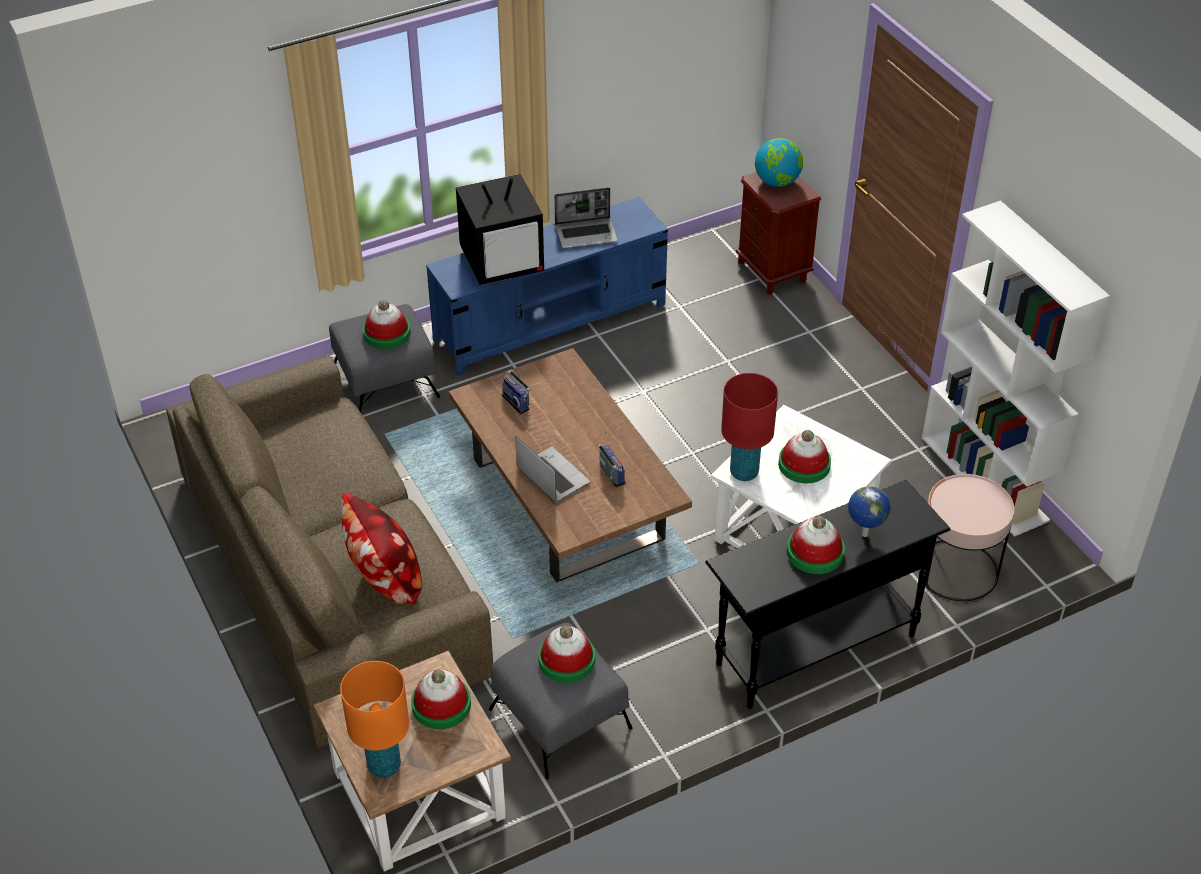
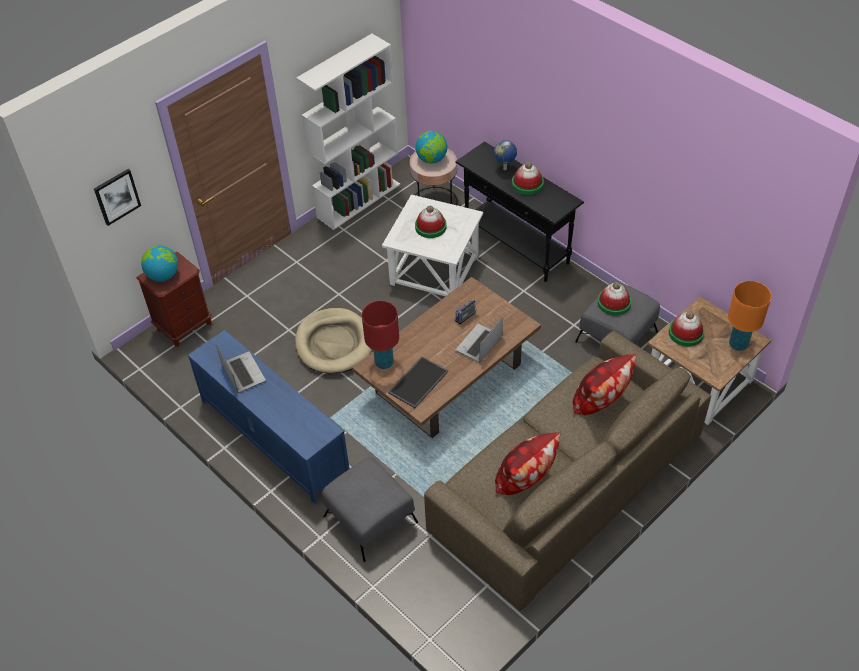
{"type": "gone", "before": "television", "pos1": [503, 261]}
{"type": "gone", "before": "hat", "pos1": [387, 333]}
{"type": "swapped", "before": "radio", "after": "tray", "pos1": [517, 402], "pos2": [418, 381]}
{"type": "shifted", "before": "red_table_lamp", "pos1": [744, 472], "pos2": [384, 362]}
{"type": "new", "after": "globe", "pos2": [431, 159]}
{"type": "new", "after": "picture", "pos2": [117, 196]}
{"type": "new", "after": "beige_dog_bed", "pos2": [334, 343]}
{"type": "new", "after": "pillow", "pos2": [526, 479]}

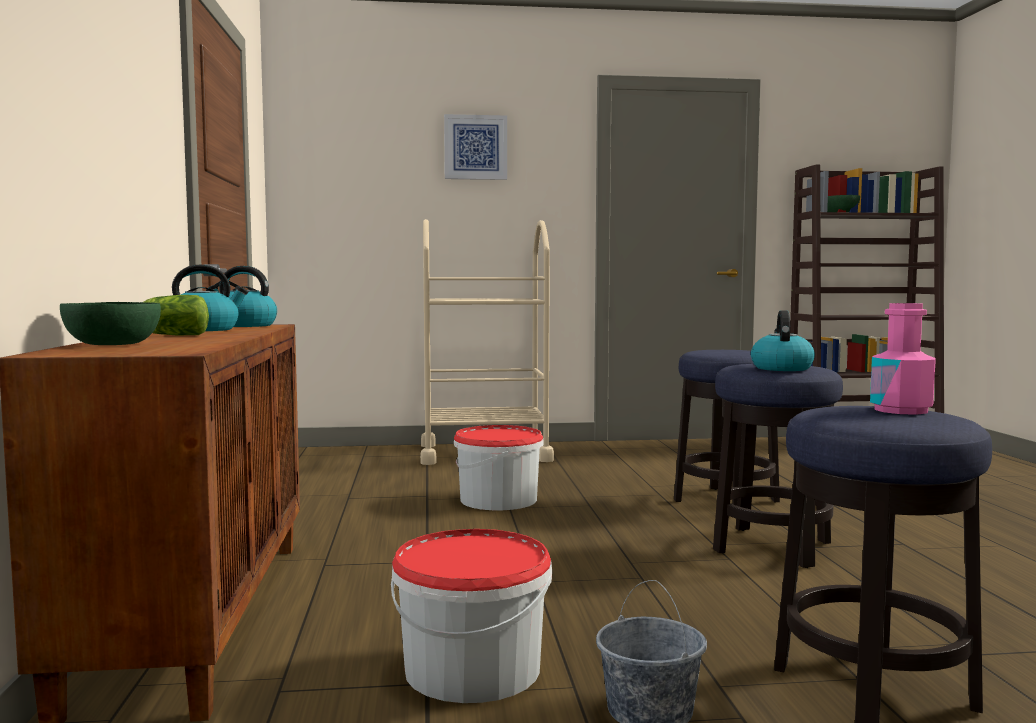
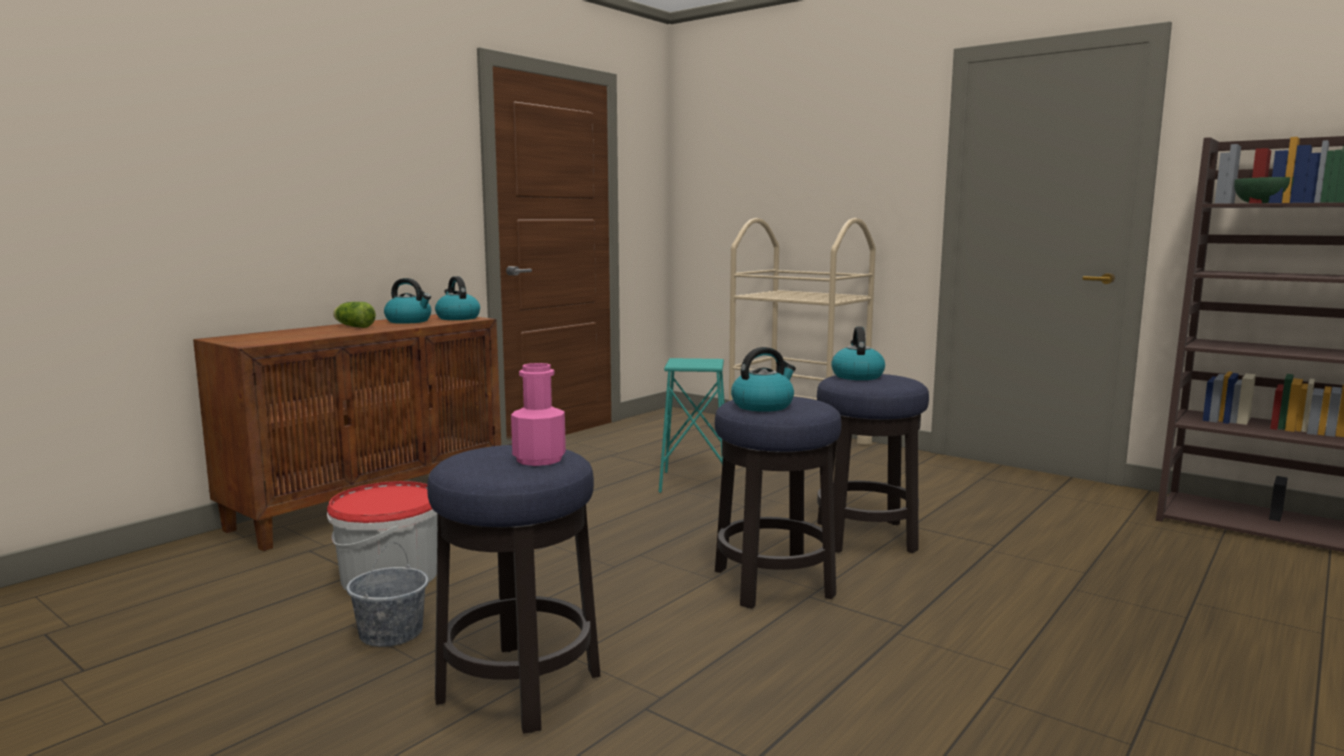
{"type": "gone", "before": "picture", "pos1": [475, 147]}
{"type": "gone", "before": "green_bowl", "pos1": [112, 344]}
{"type": "swapped", "before": "bucket", "after": "turquoise_stool", "pos1": [498, 499], "pos2": [695, 482]}
{"type": "new", "after": "kettle", "pos2": [857, 376]}

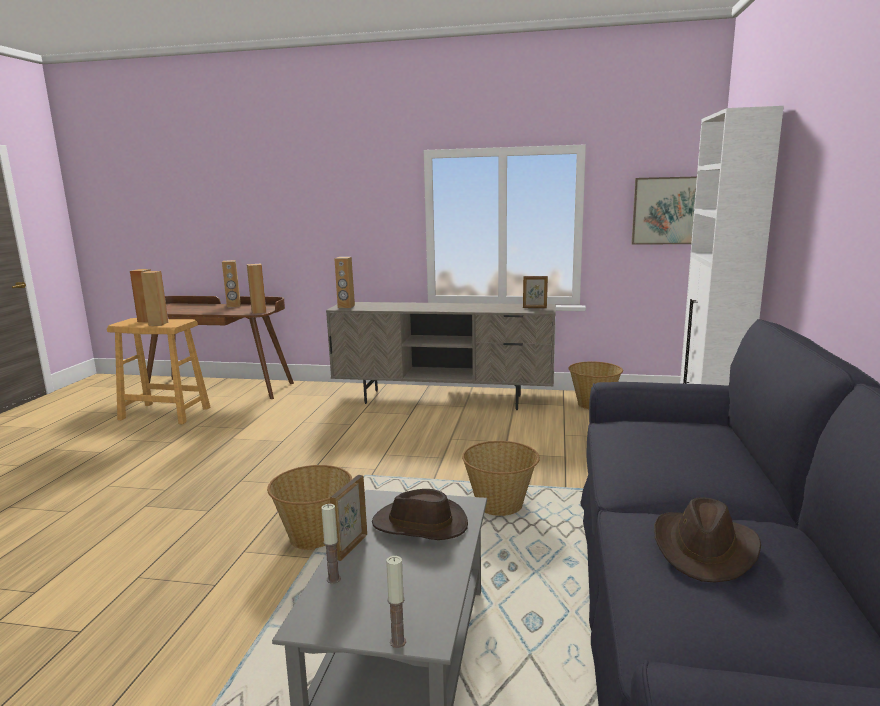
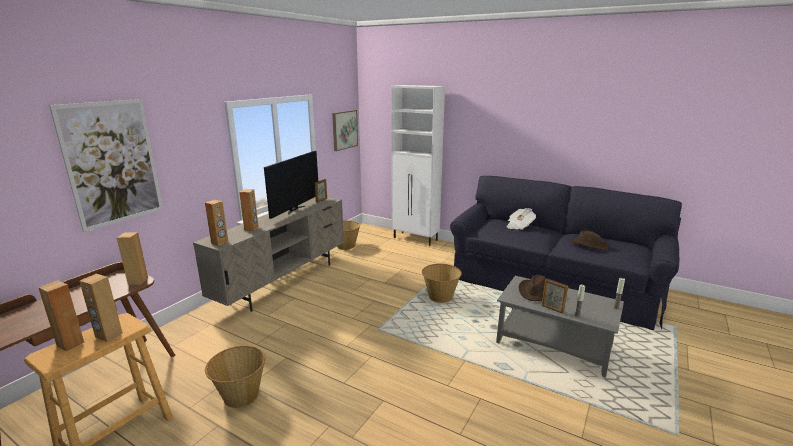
{"type": "shifted", "before": "brown_speaker", "pos1": [234, 306], "pos2": [251, 228]}
{"type": "shifted", "before": "basket", "pos1": [314, 535], "pos2": [240, 395]}
{"type": "new", "after": "picture", "pos2": [112, 163]}
{"type": "new", "after": "television", "pos2": [295, 209]}
{"type": "new", "after": "newspaper", "pos2": [519, 226]}

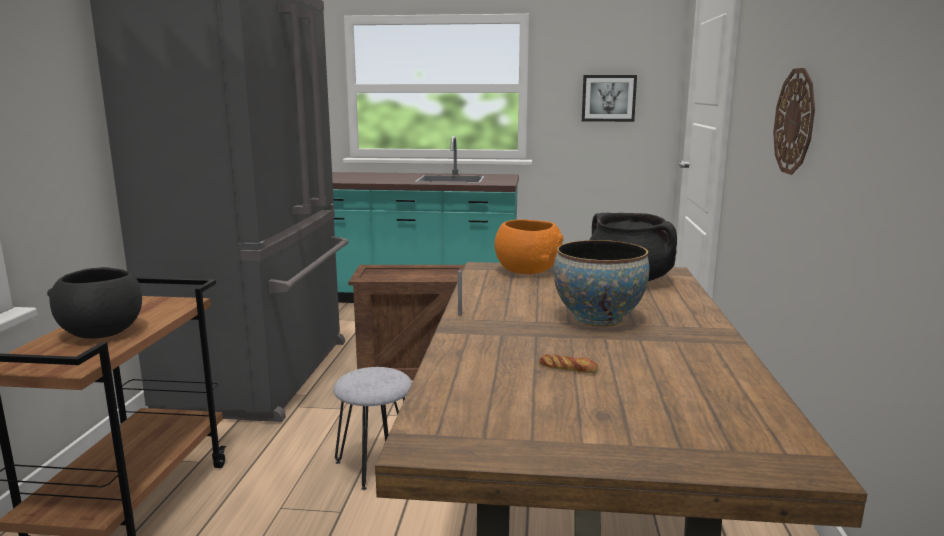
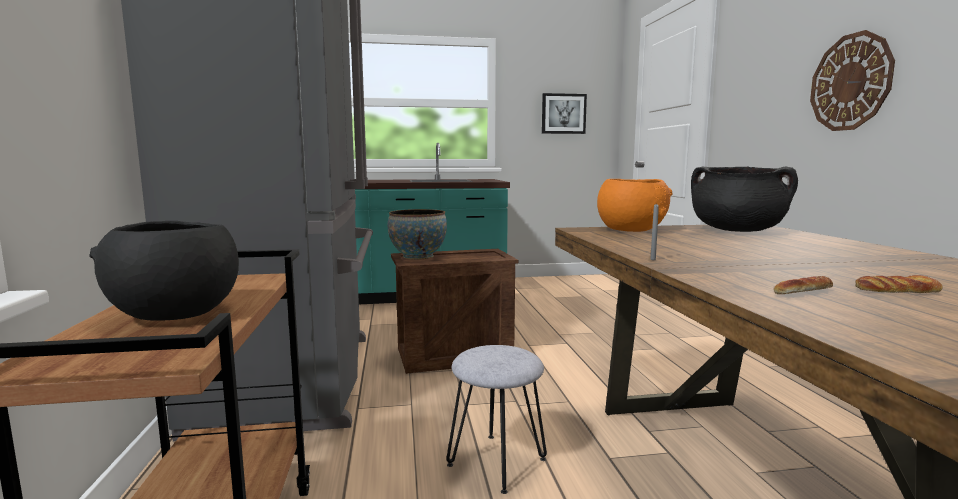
{"type": "shifted", "before": "bowl", "pos1": [598, 318], "pos2": [418, 256]}
{"type": "new", "after": "bread", "pos2": [803, 292]}

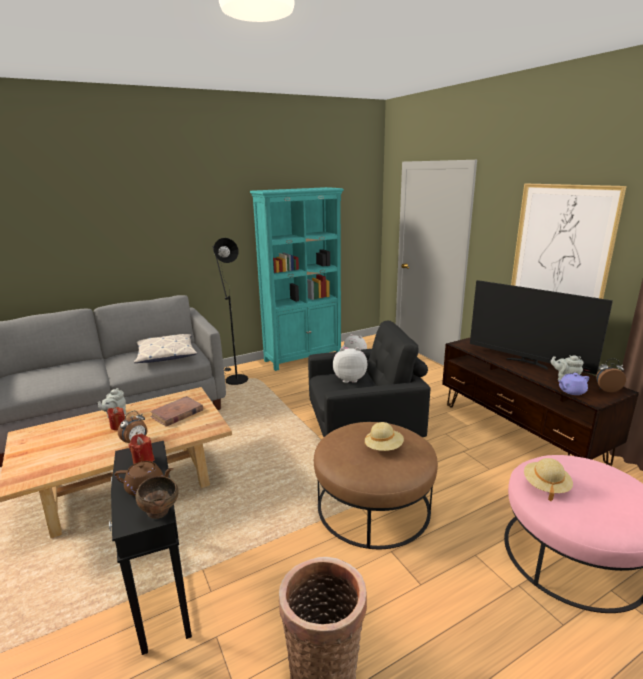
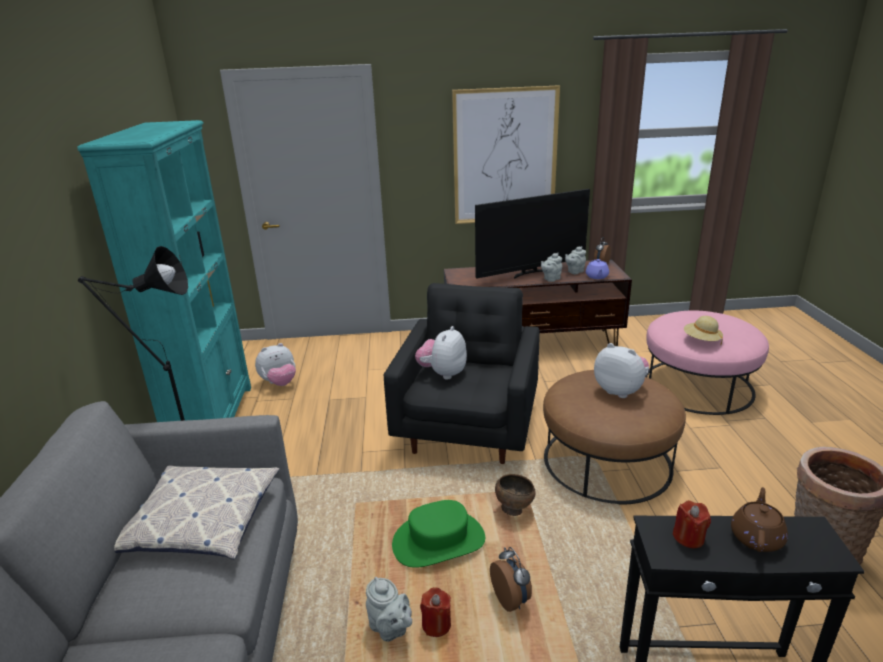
{"type": "swapped", "before": "brown_book", "after": "green_hat", "pos1": [177, 414], "pos2": [439, 541]}
{"type": "swapped", "before": "beige_hat", "after": "plush_toy", "pos1": [383, 448], "pos2": [620, 391]}
{"type": "shifted", "before": "brown_bowl", "pos1": [161, 513], "pos2": [513, 509]}
{"type": "new", "after": "grey_teapot", "pos2": [551, 279]}

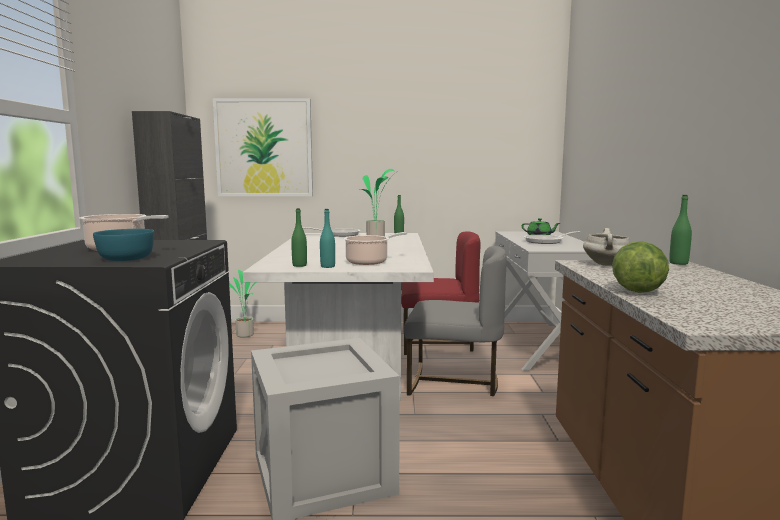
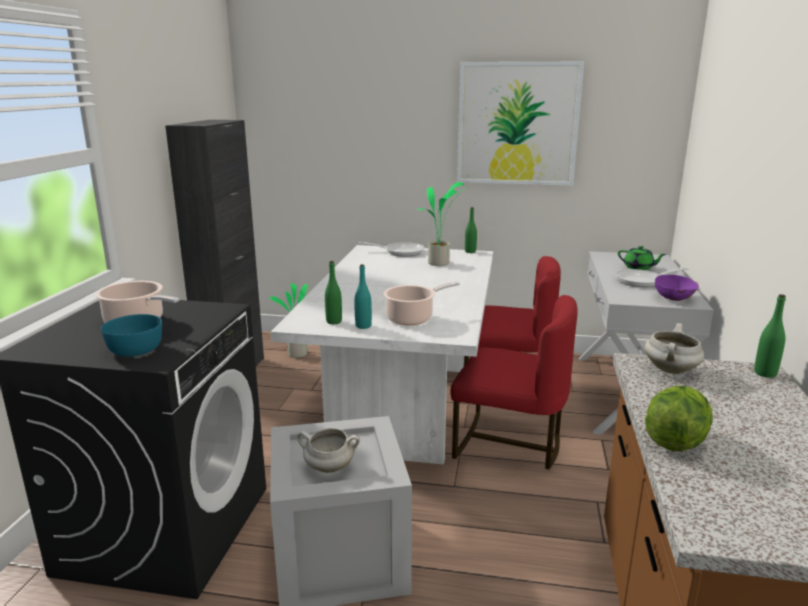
{"type": "shifted", "before": "picture", "pos1": [264, 148], "pos2": [517, 124]}
{"type": "repainted", "before": "grey_chair", "after": "red_chair", "pos1": [453, 382], "pos2": [509, 443]}
{"type": "new", "after": "purple_bowl", "pos2": [674, 299]}
{"type": "new", "after": "white_cooking_pot", "pos2": [328, 468]}

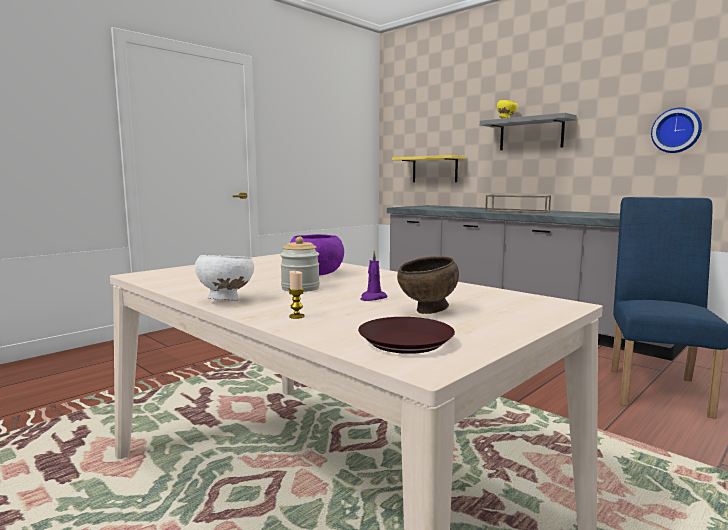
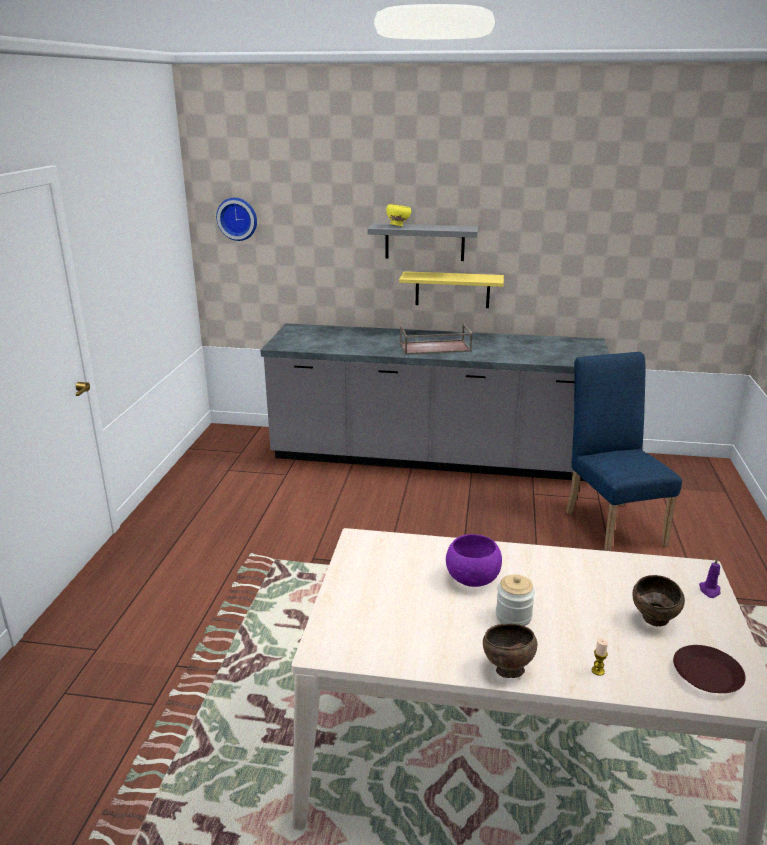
{"type": "shifted", "before": "wall_clock", "pos1": [676, 130], "pos2": [238, 218]}
{"type": "shifted", "before": "yellow_shelf", "pos1": [434, 169], "pos2": [452, 289]}
{"type": "shifted", "before": "purple_candle", "pos1": [372, 298], "pos2": [709, 591]}
{"type": "repainted", "before": "white_bowl", "after": "brown_bowl", "pos1": [225, 301], "pos2": [507, 670]}

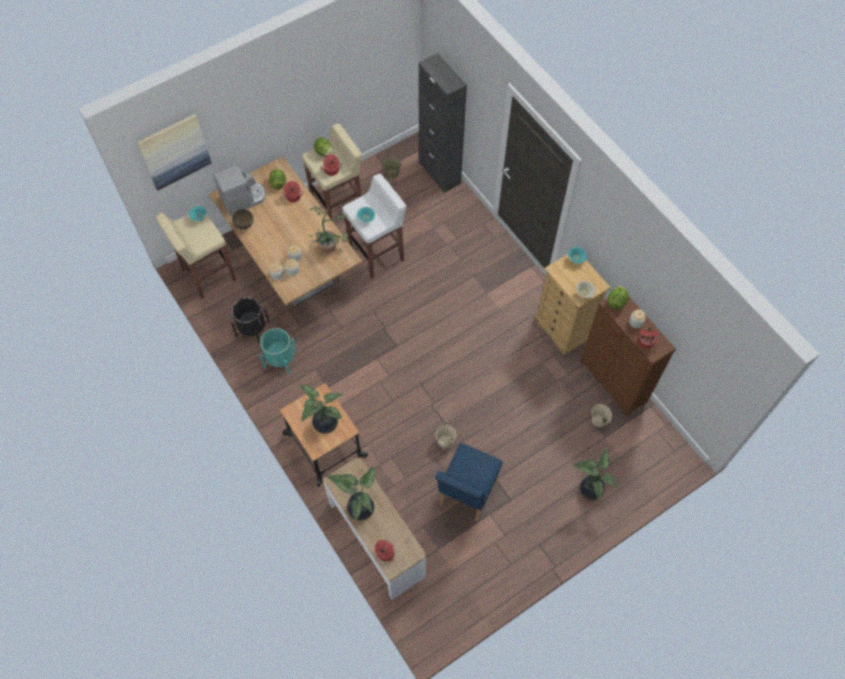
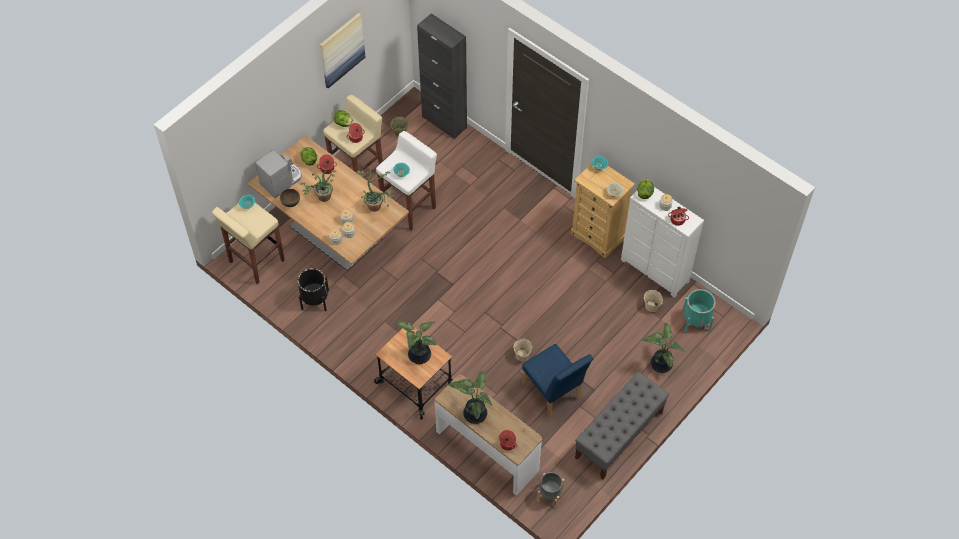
{"type": "shifted", "before": "picture", "pos1": [174, 151], "pos2": [341, 50]}
{"type": "repainted", "before": "brown_dresser", "after": "white_dresser", "pos1": [612, 382], "pos2": [654, 271]}
{"type": "shifted", "before": "turquoise_planter", "pos1": [280, 359], "pos2": [696, 320]}
{"type": "rotated", "before": "blue_chair", "pos1": [465, 494], "pos2": [554, 395], "turn": -45}
{"type": "new", "after": "potted_plant", "pos2": [322, 199]}
{"type": "new", "after": "grey_bench", "pos2": [619, 435]}
{"type": "new", "after": "grey_planter", "pos2": [550, 495]}

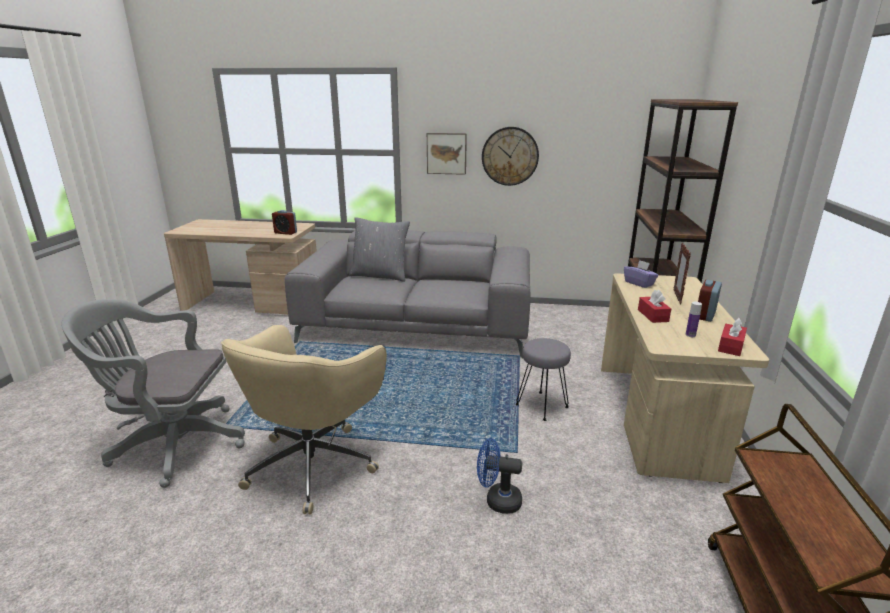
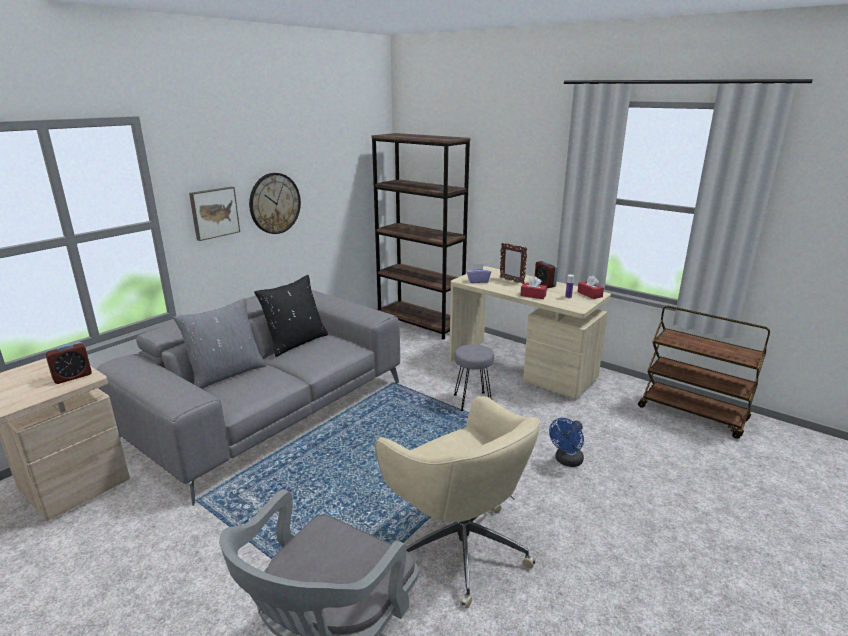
{"type": "new", "after": "black_pillow", "pos2": [295, 342]}

